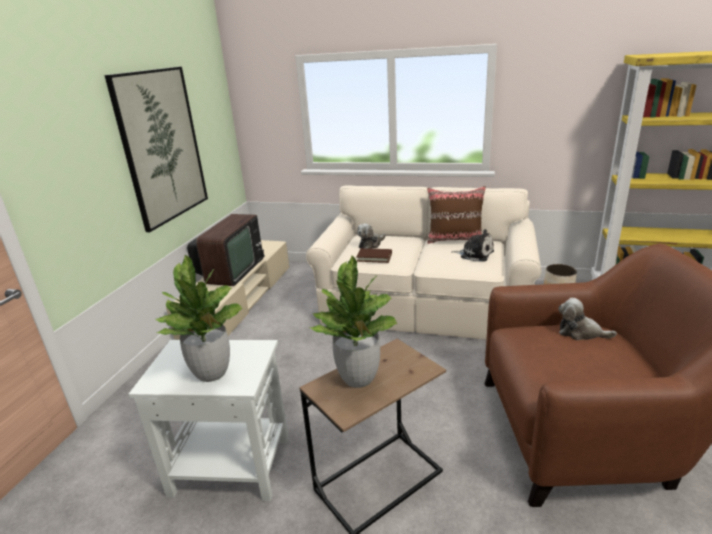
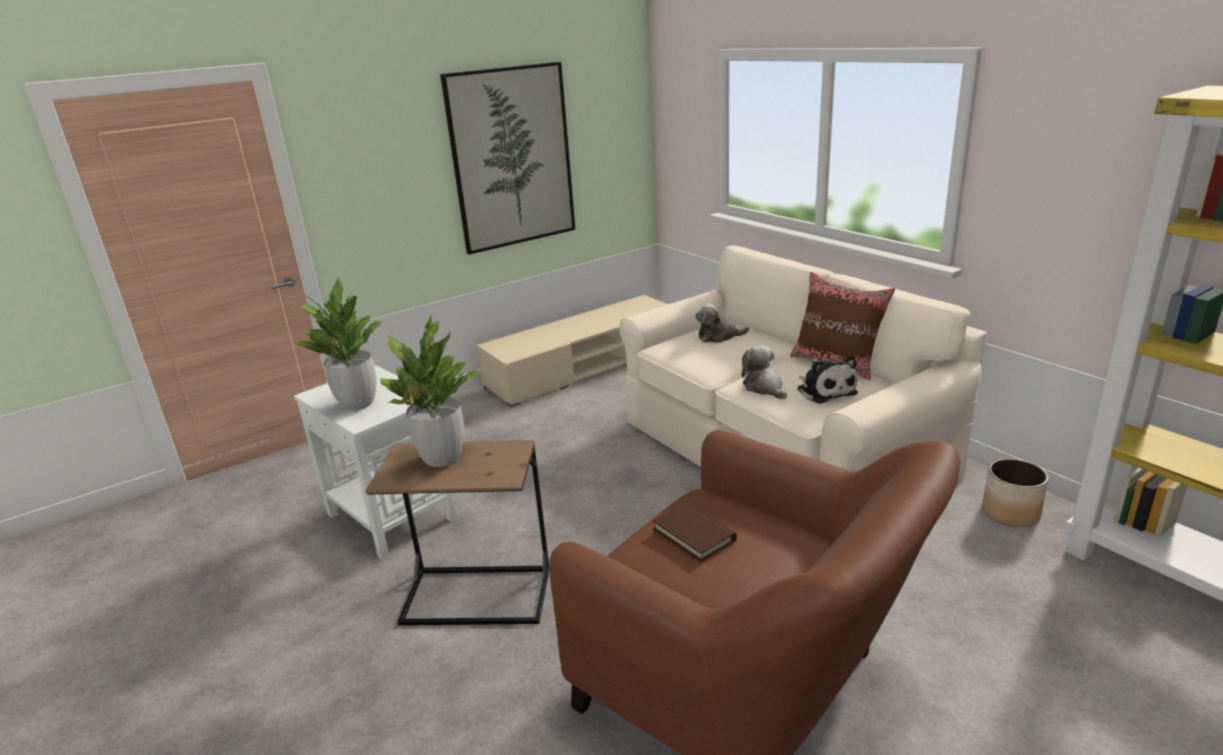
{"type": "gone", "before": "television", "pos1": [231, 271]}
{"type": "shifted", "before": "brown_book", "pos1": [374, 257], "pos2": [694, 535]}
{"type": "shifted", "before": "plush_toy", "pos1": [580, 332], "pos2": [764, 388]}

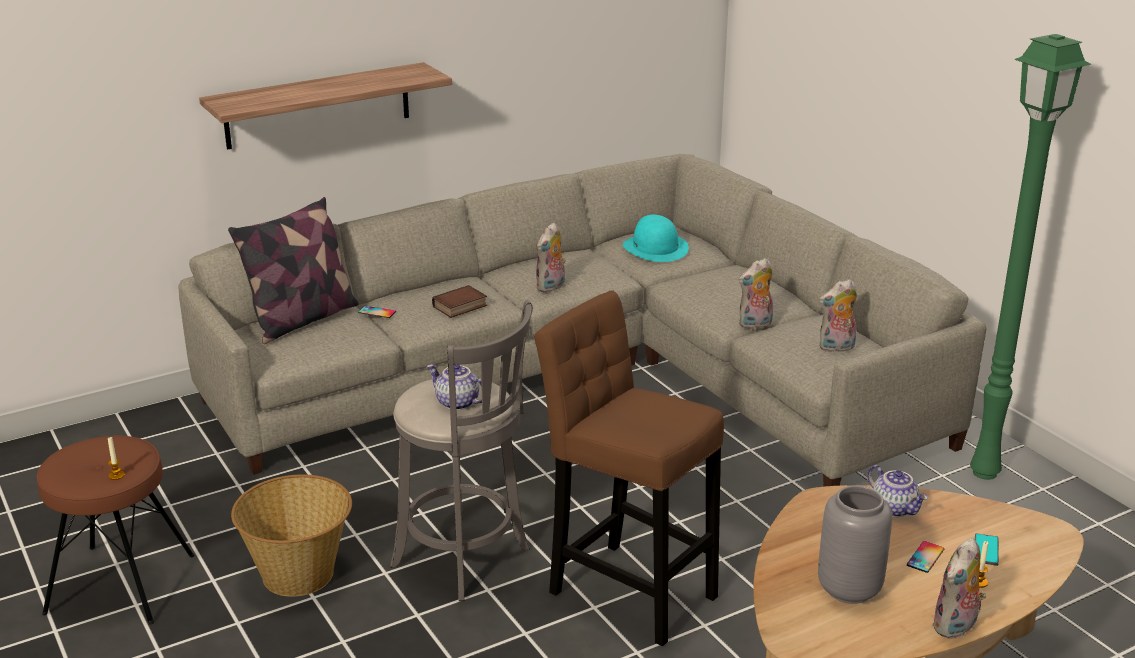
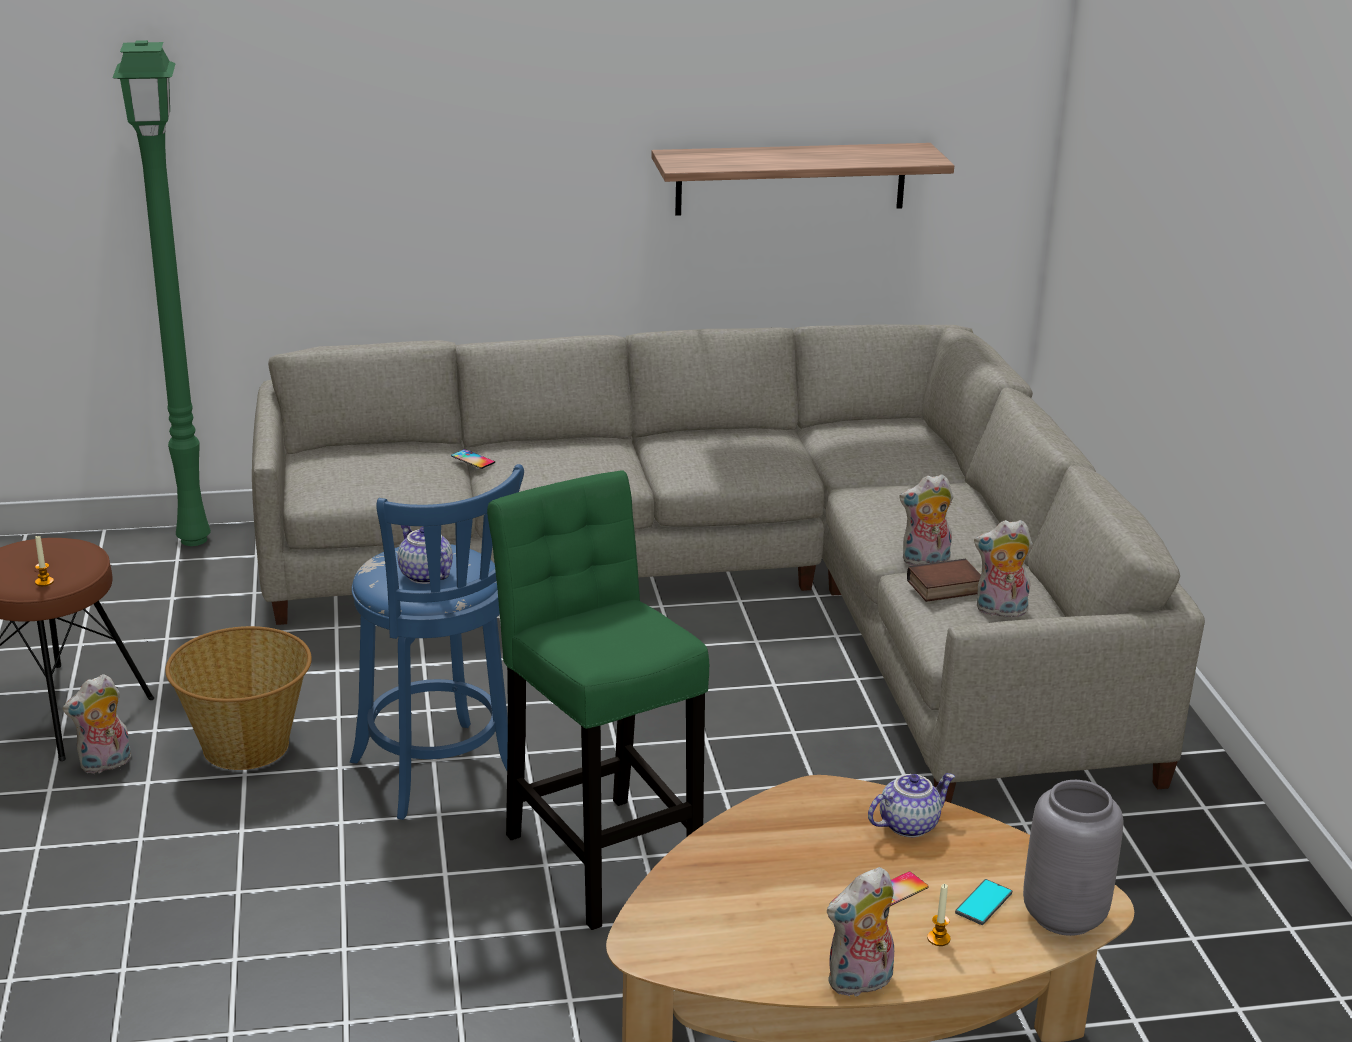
{"type": "shifted", "before": "green_floor_lamp", "pos1": [984, 471], "pos2": [196, 539]}
{"type": "shifted", "before": "shelf", "pos1": [318, 106], "pos2": [791, 178]}
{"type": "gone", "before": "pillow", "pos1": [302, 319]}
{"type": "gone", "before": "turquoise_hat", "pos1": [655, 248]}
{"type": "shifted", "before": "plush_toy", "pos1": [551, 287], "pos2": [105, 765]}
{"type": "shifted", "before": "book", "pos1": [460, 307], "pos2": [944, 588]}
{"type": "repainted", "before": "brown_stool", "after": "green_stool", "pos1": [626, 589], "pos2": [599, 854]}
{"type": "repainted", "before": "grey_stool", "after": "blue_stool", "pos1": [466, 560], "pos2": [439, 775]}
{"type": "rotated", "before": "teapot", "pos1": [895, 508], "pos2": [908, 824], "turn": -105}
{"type": "shifted", "before": "grey_vase", "pos1": [850, 589], "pos2": [1065, 916]}

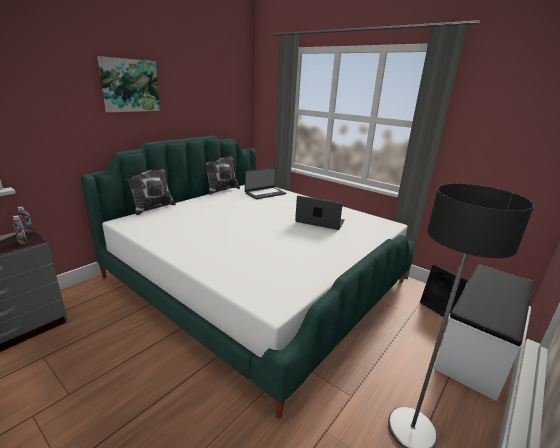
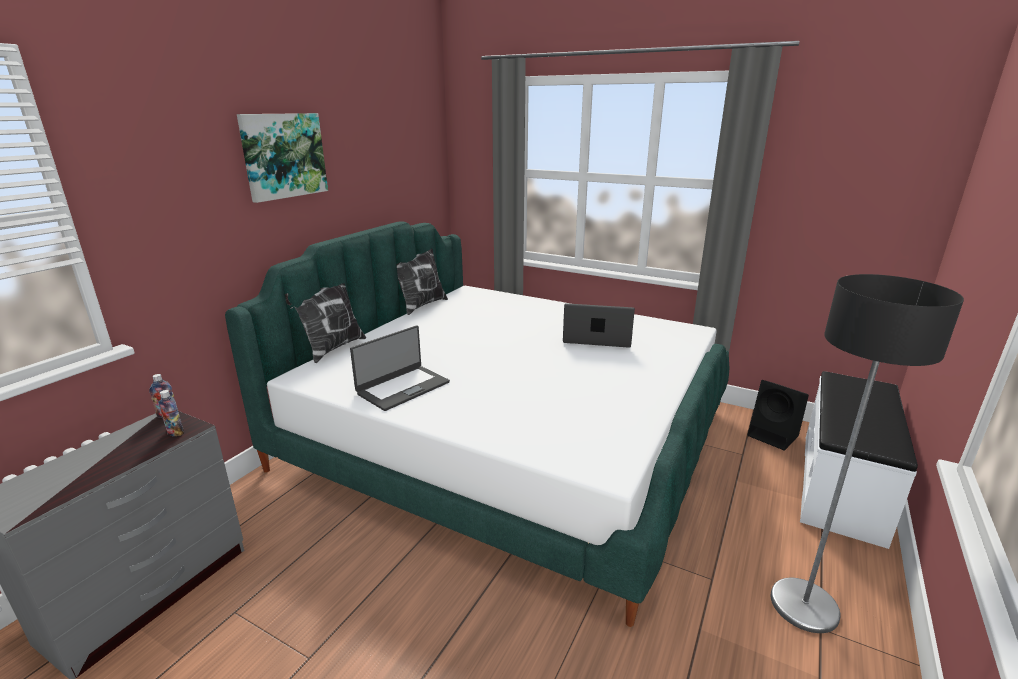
{"type": "shifted", "before": "laptop", "pos1": [265, 193], "pos2": [402, 387]}

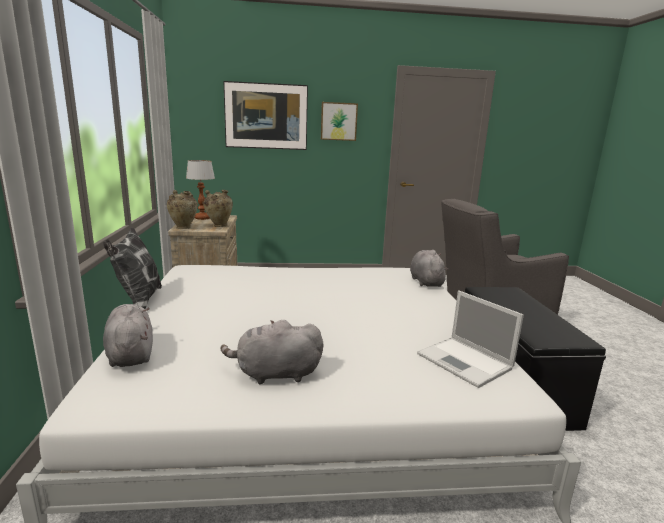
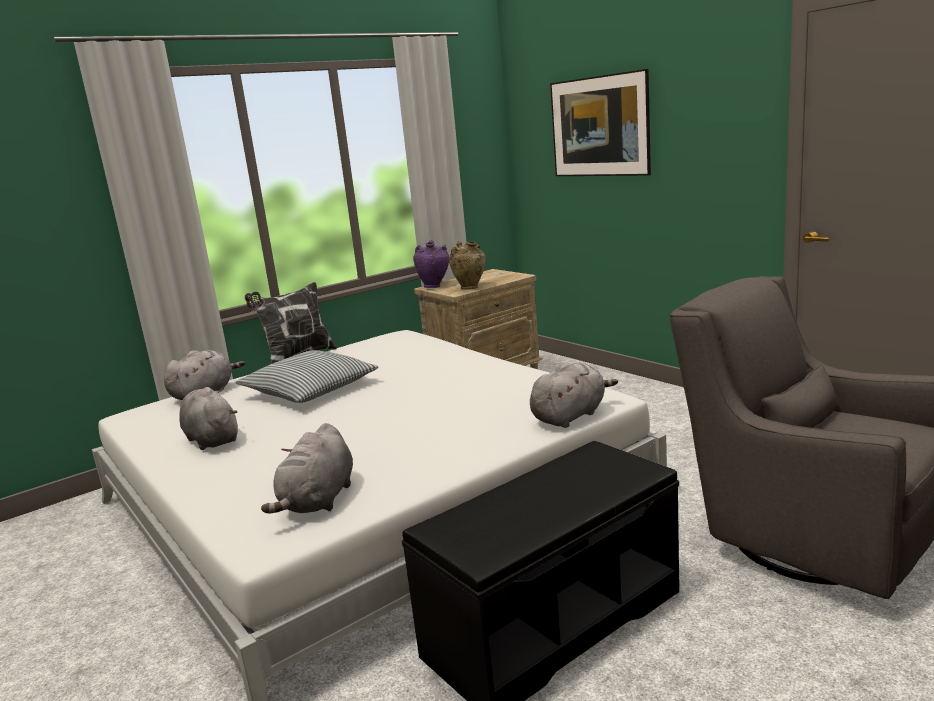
{"type": "gone", "before": "picture", "pos1": [338, 121]}
{"type": "gone", "before": "table_lamp", "pos1": [202, 218]}
{"type": "repainted", "before": "beige_vase", "after": "purple_vase", "pos1": [183, 228], "pos2": [434, 286]}
{"type": "swapped", "before": "laptop", "after": "grey_plush_toy", "pos1": [466, 362], "pos2": [318, 501]}
{"type": "new", "after": "pillow", "pos2": [310, 390]}

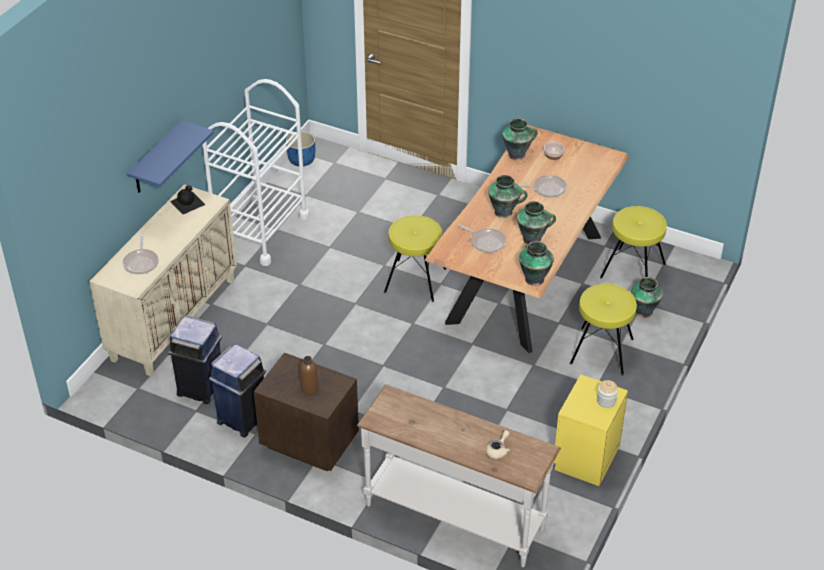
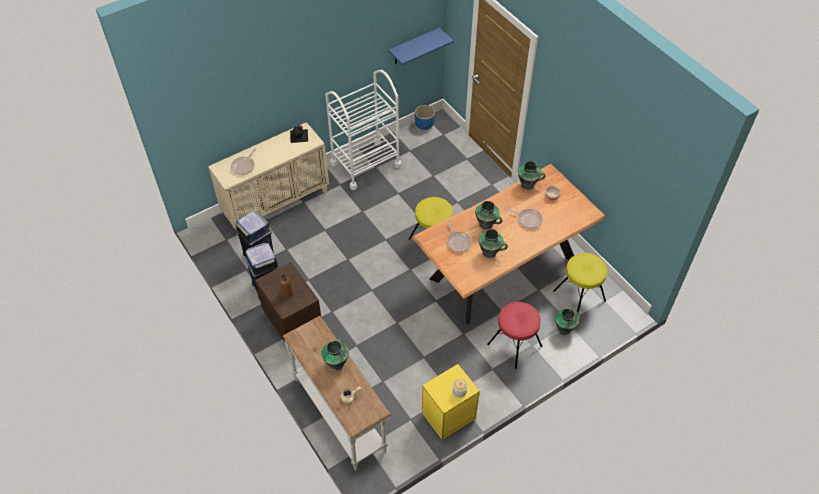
{"type": "shifted", "before": "blue_shelf", "pos1": [156, 159], "pos2": [414, 46]}
{"type": "shifted", "before": "vase", "pos1": [534, 279], "pos2": [337, 363]}
{"type": "repainted", "before": "yellow_stool", "after": "red_stool", "pos1": [602, 351], "pos2": [514, 345]}

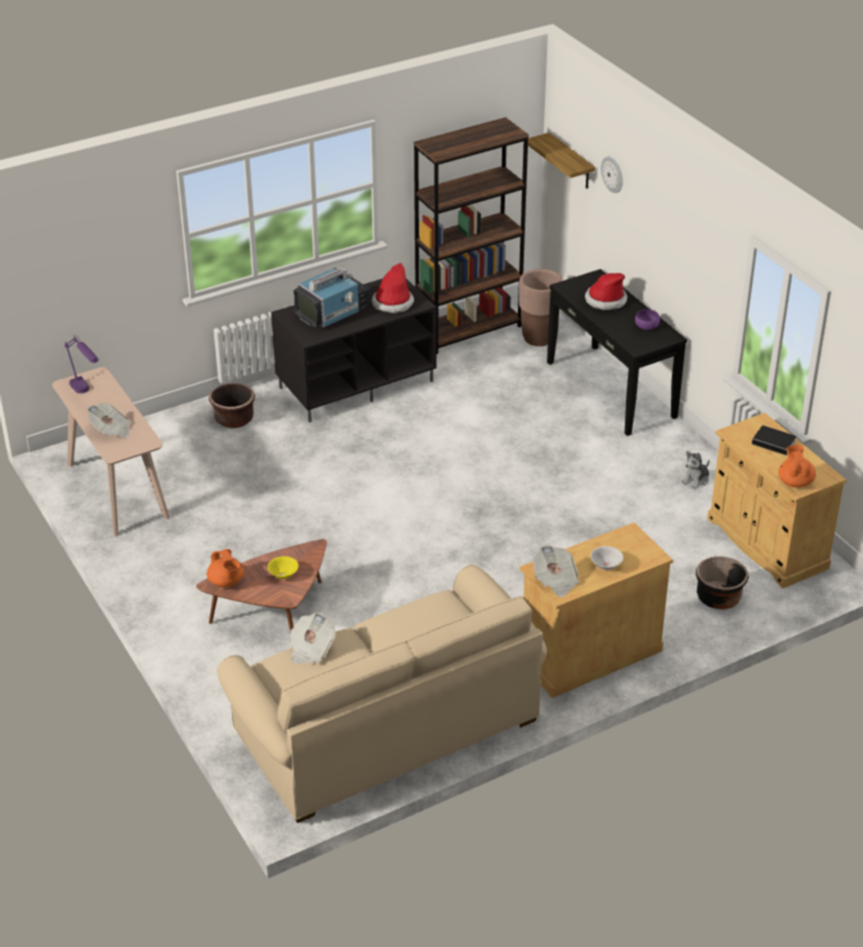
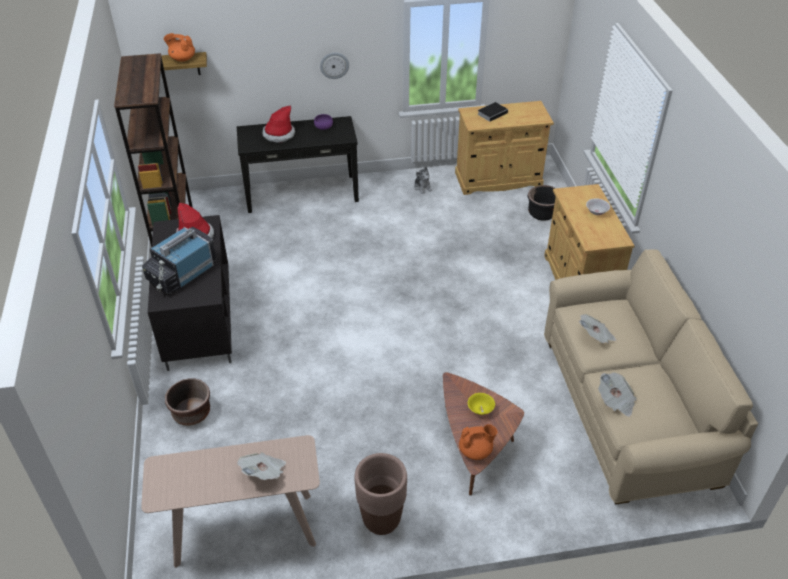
{"type": "shifted", "before": "wall_clock", "pos1": [612, 174], "pos2": [334, 65]}
{"type": "rotated", "before": "television", "pos1": [333, 313], "pos2": [182, 273], "turn": -120}
{"type": "shifted", "before": "brown_planter", "pos1": [538, 338], "pos2": [381, 520]}
{"type": "gone", "before": "purple_table_lamp", "pos1": [86, 394]}
{"type": "shifted", "before": "orange_teapot", "pos1": [795, 481], "pos2": [182, 59]}
{"type": "shifted", "before": "newspaper", "pos1": [555, 581], "pos2": [595, 336]}

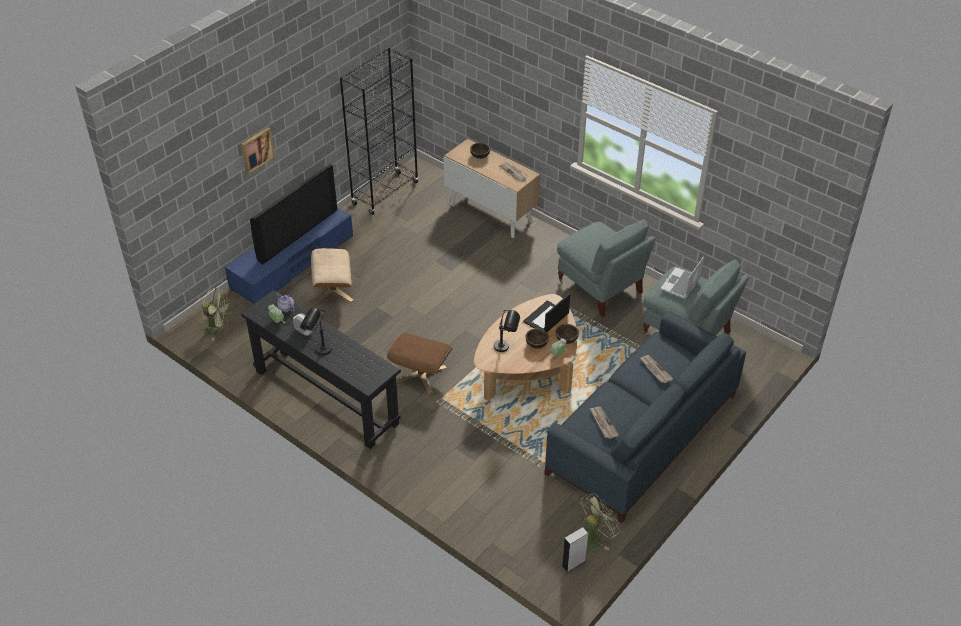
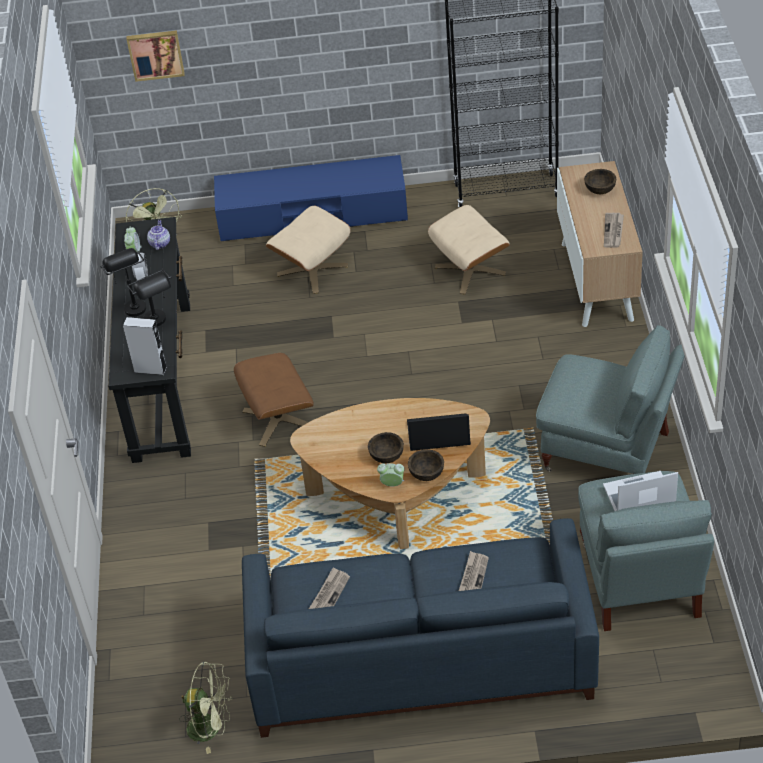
{"type": "shifted", "before": "picture", "pos1": [256, 149], "pos2": [155, 54]}
{"type": "gone", "before": "television", "pos1": [296, 233]}
{"type": "rotated", "before": "grey_armchair", "pos1": [600, 288], "pos2": [607, 452], "turn": -75}
{"type": "shifted", "before": "black_table_lamp", "pos1": [506, 347], "pos2": [159, 323]}
{"type": "shifted", "before": "grey_speaker", "pos1": [573, 563], "pos2": [150, 369]}
{"type": "new", "after": "beige_ottoman", "pos2": [470, 270]}

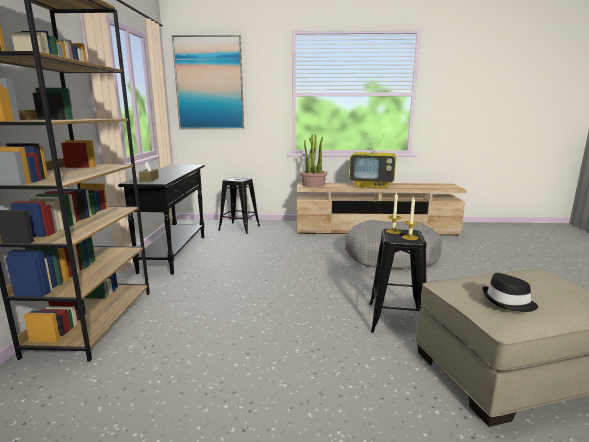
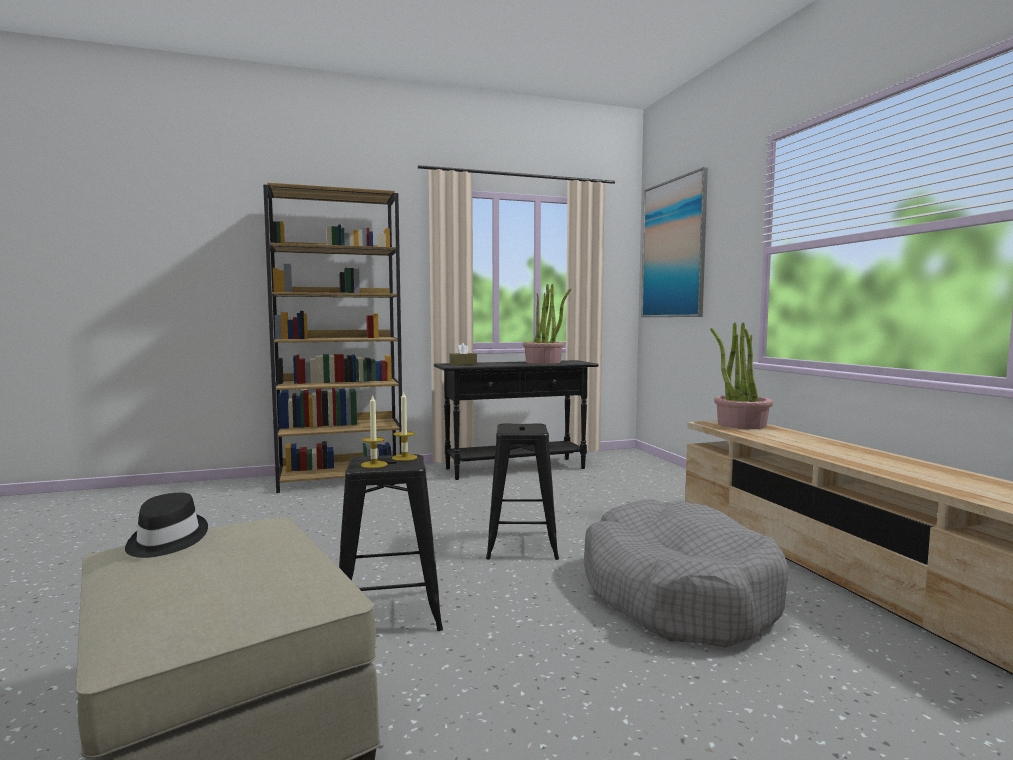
{"type": "gone", "before": "television", "pos1": [372, 185]}
{"type": "shifted", "before": "black_stool", "pos1": [239, 228], "pos2": [521, 544]}
{"type": "new", "after": "potted_plant", "pos2": [543, 362]}

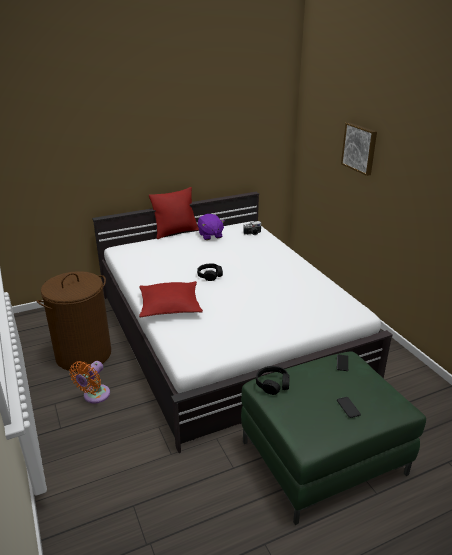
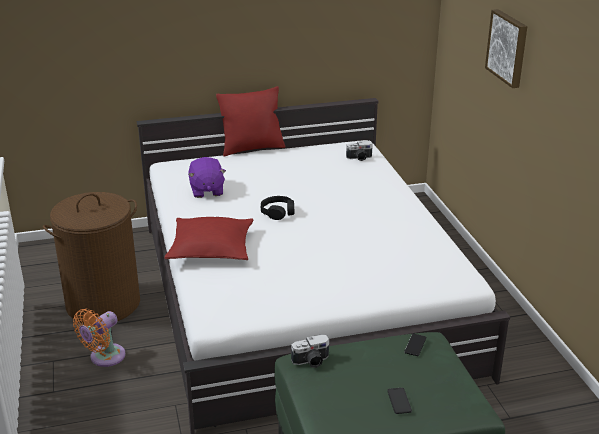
{"type": "shifted", "before": "purple_plush_toy", "pos1": [210, 235], "pos2": [206, 190]}
{"type": "swapped", "before": "black_headphones", "after": "photo_camera", "pos1": [272, 384], "pos2": [311, 361]}

